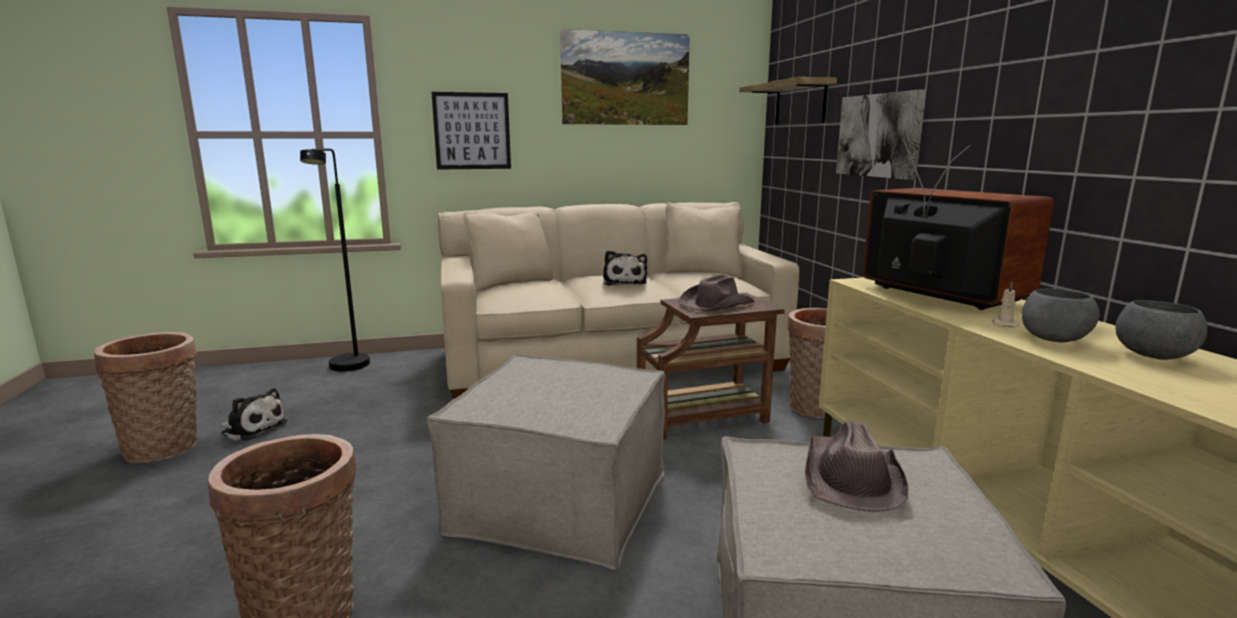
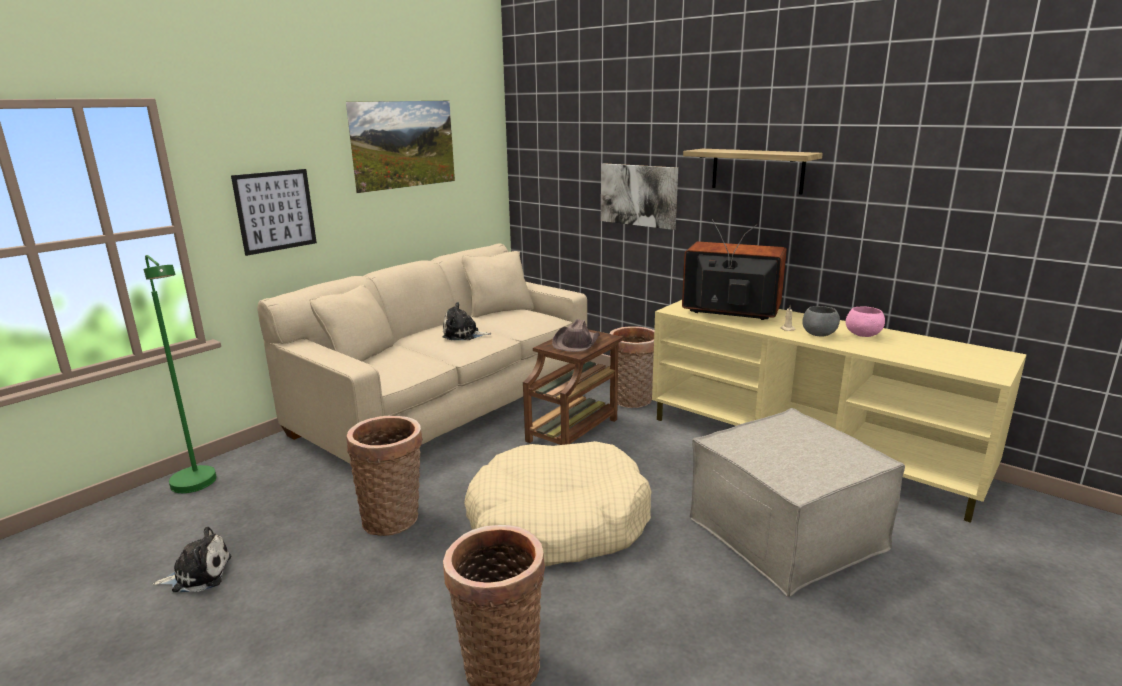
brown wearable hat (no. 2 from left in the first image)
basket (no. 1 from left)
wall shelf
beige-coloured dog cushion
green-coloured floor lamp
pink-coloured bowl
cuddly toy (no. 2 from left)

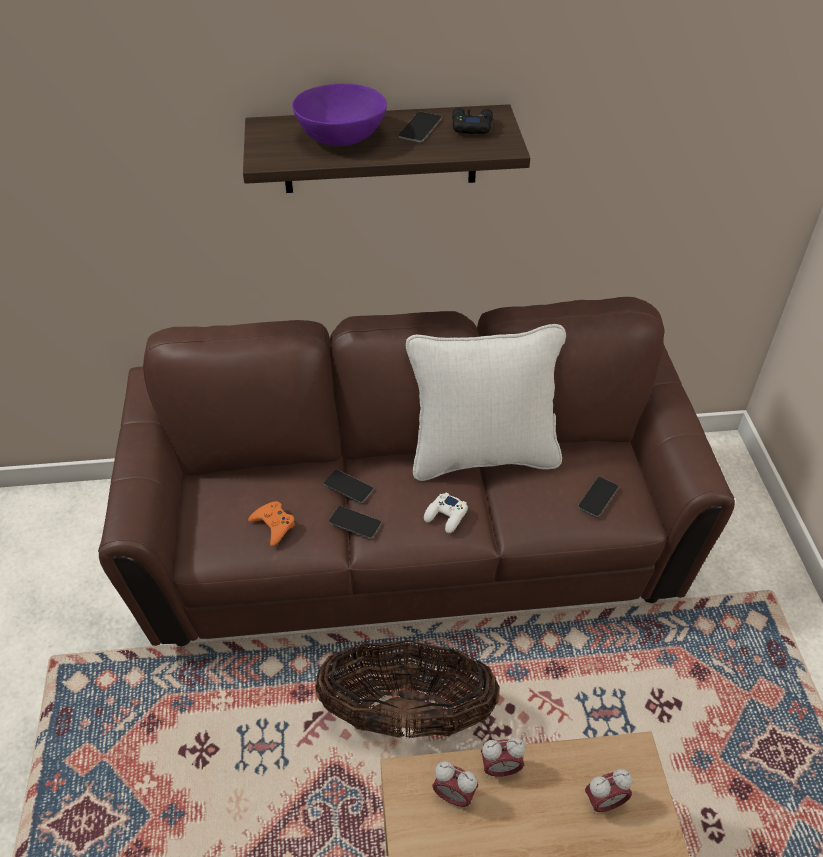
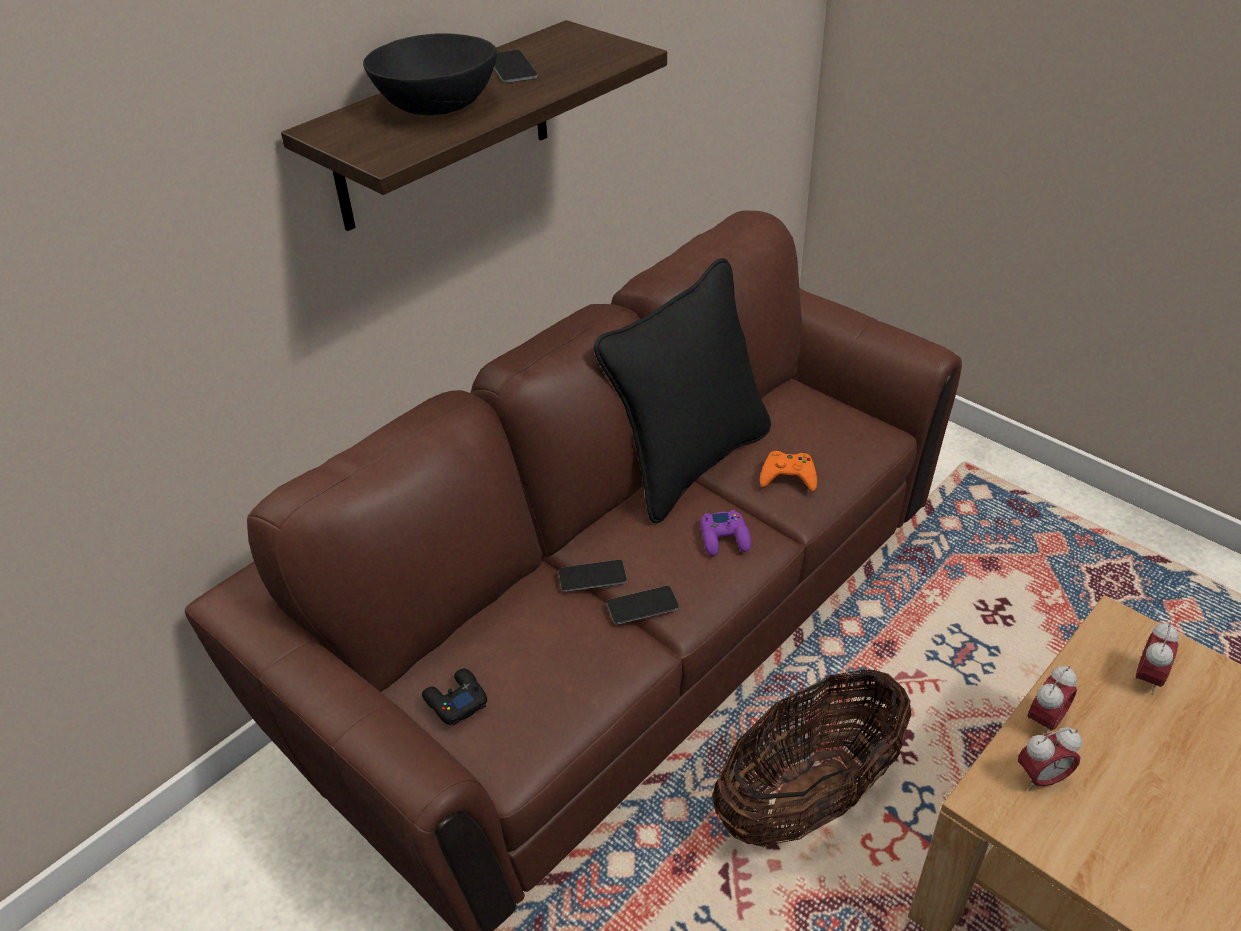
phone (no. 4 from left in the first image)
orangey gamepad
blackish gamepad
blackish bowl
blackish cushion
purple-coloured gamepad

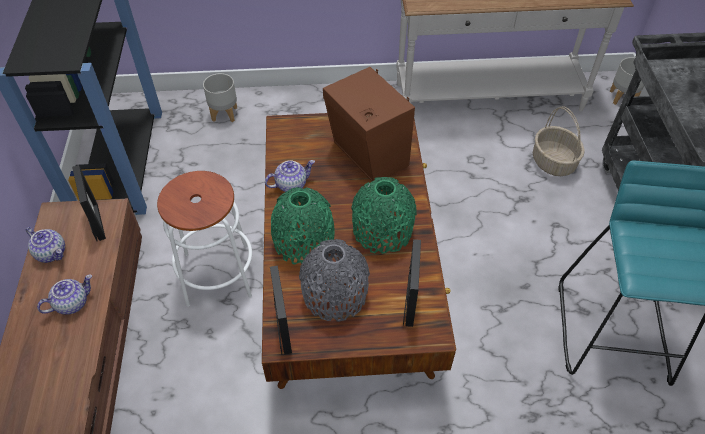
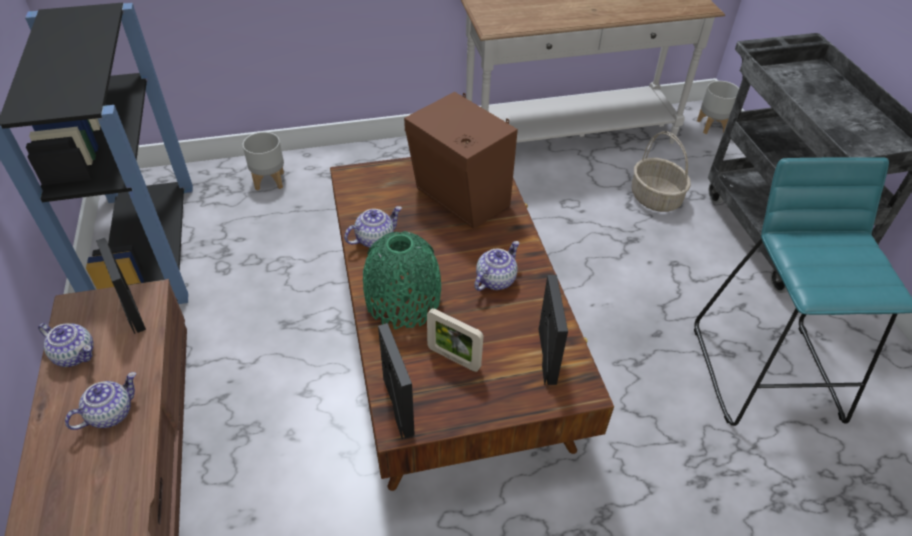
white stool
standing frame (no. 3 from left)
teapot (no. 4 from left)

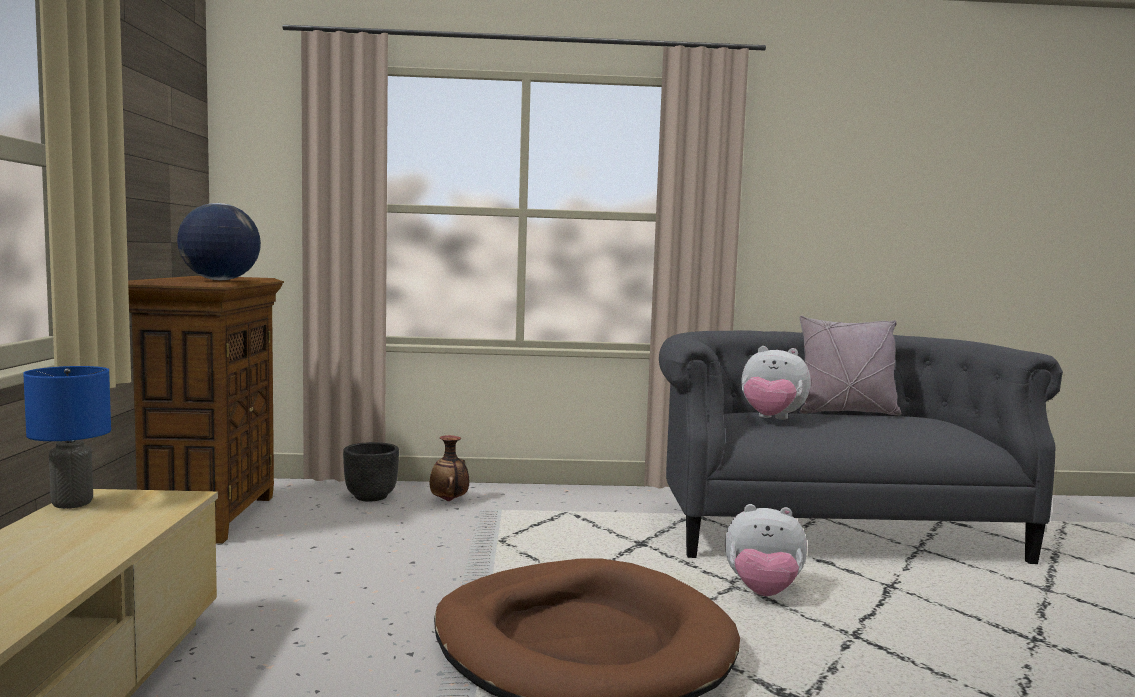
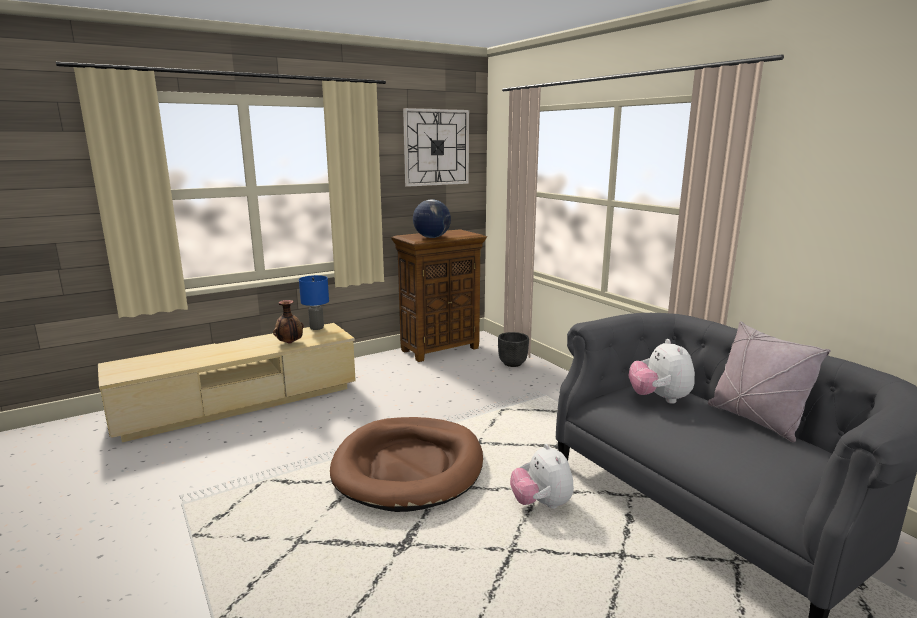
hanging clock
decorative vase

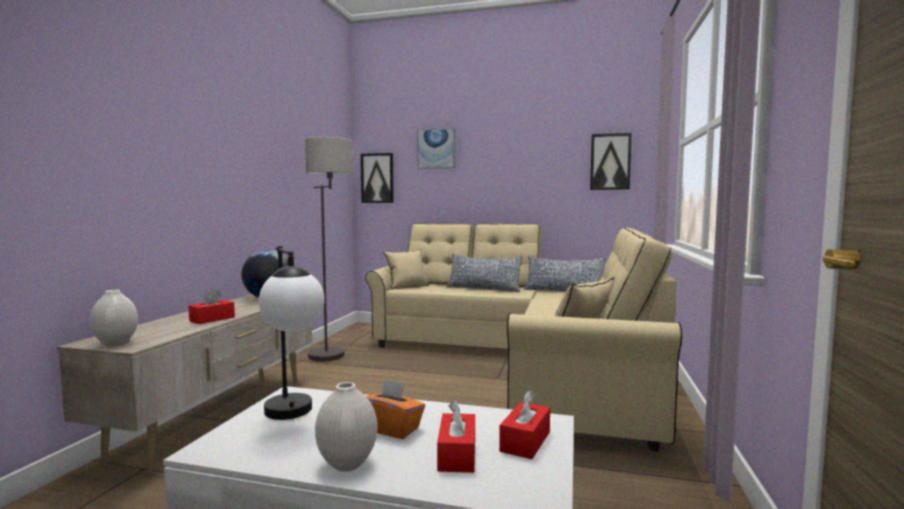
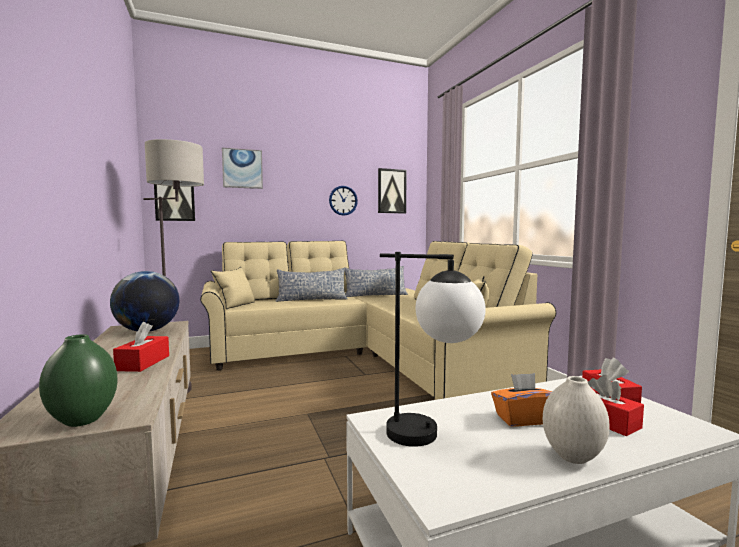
hanging clock
green-coloured decorative vase

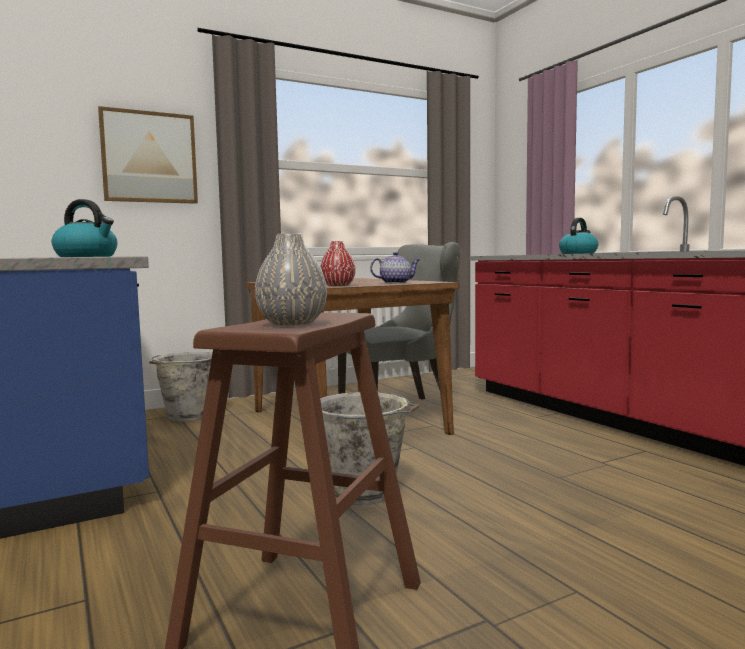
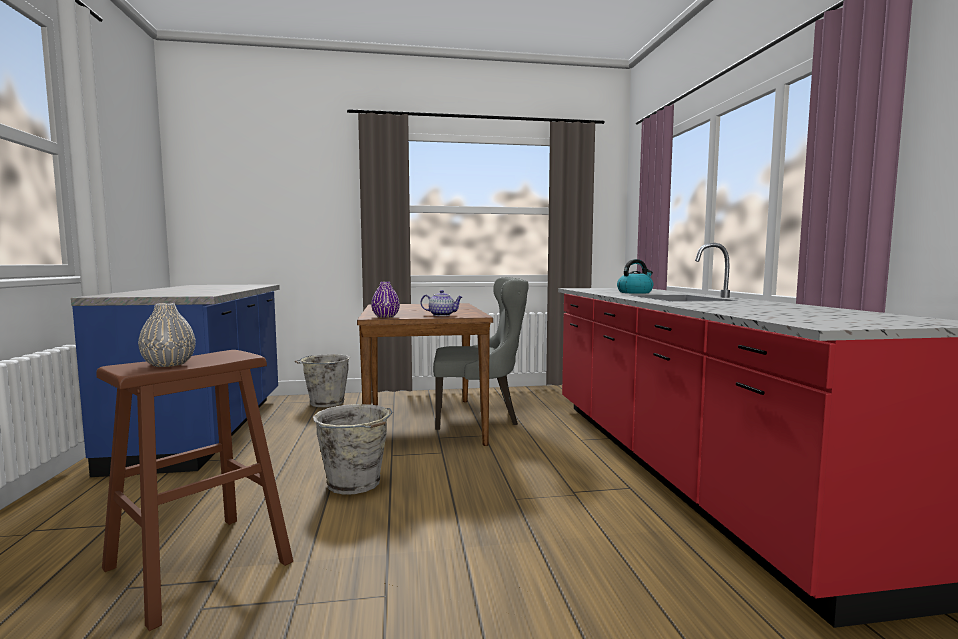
tea kettle (no. 1 from left in the first image)
wall art
purple-coloured decorative vase

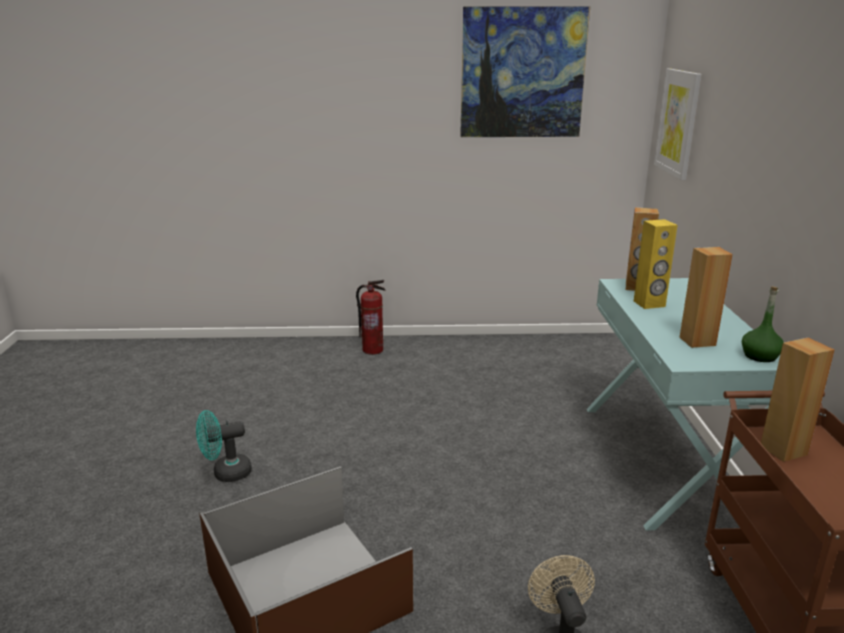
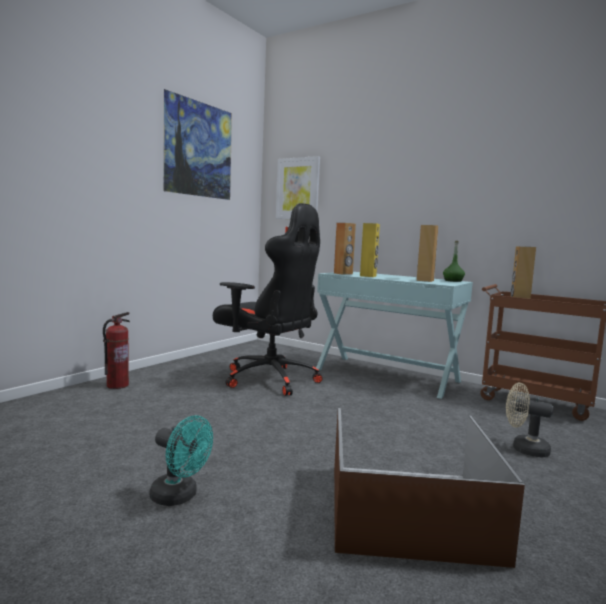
blackish office chair
turquoise-coloured fan

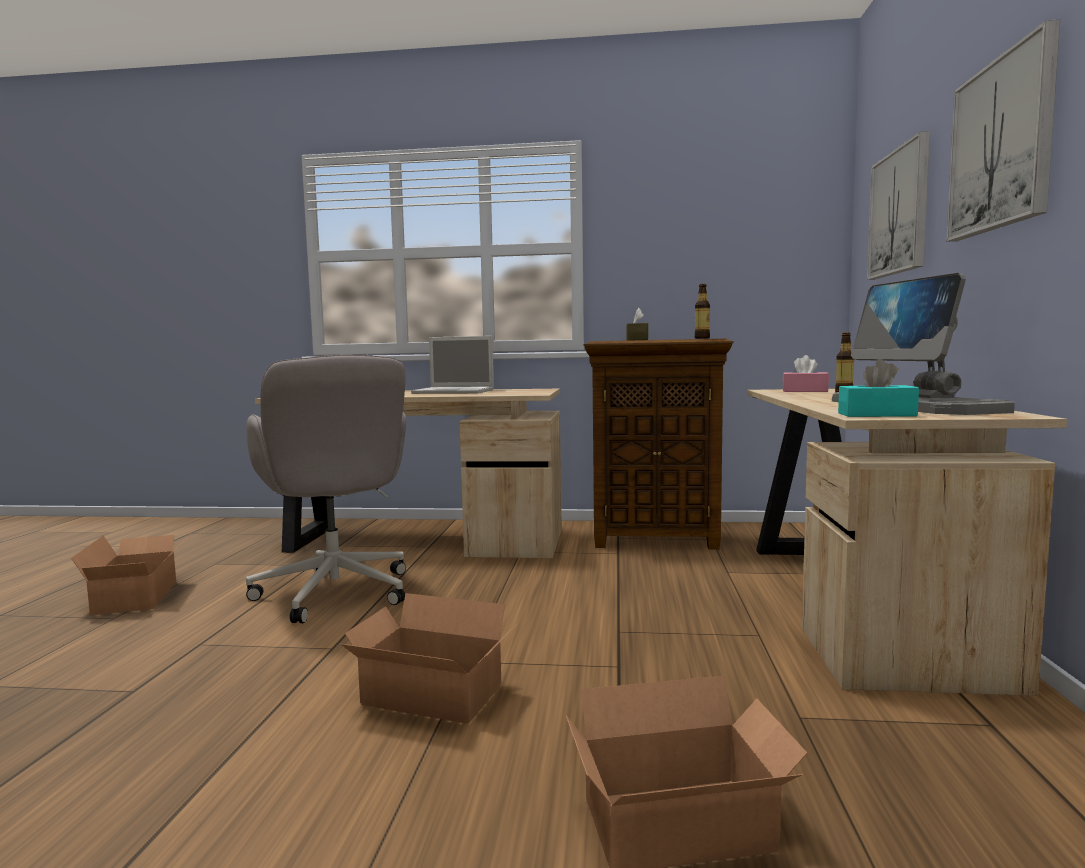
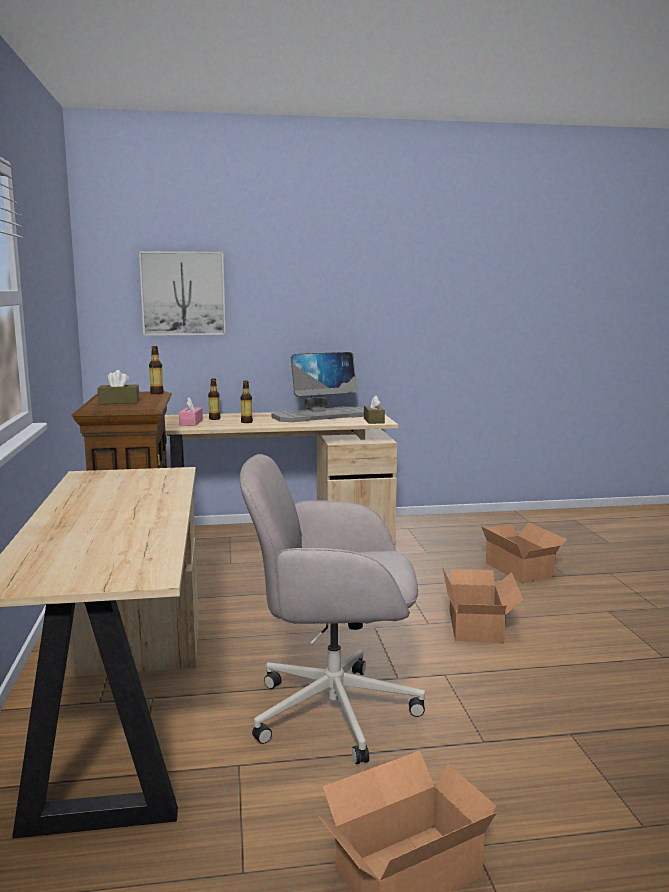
notebook computer
wall art (no. 2 from left in the first image)
drink bottle (no. 3 from left)
brown box of tissues (no. 2 from left)
grey office chair

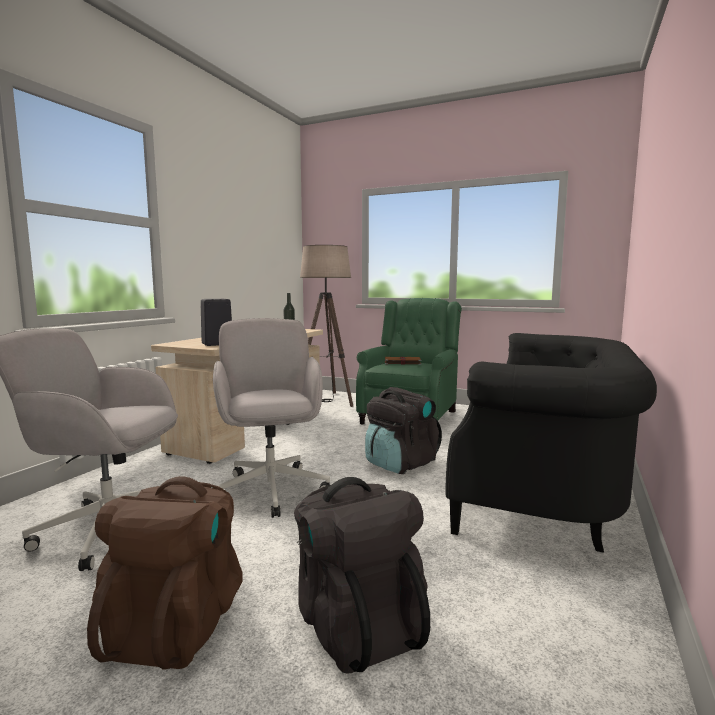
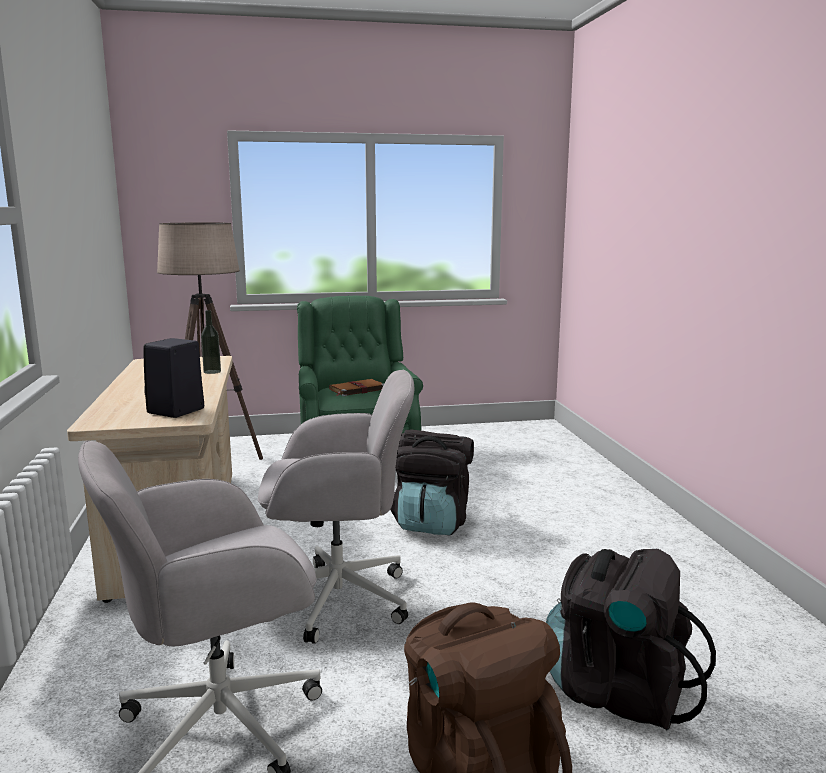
blackish couch
grey office chair (no. 2 from left)

